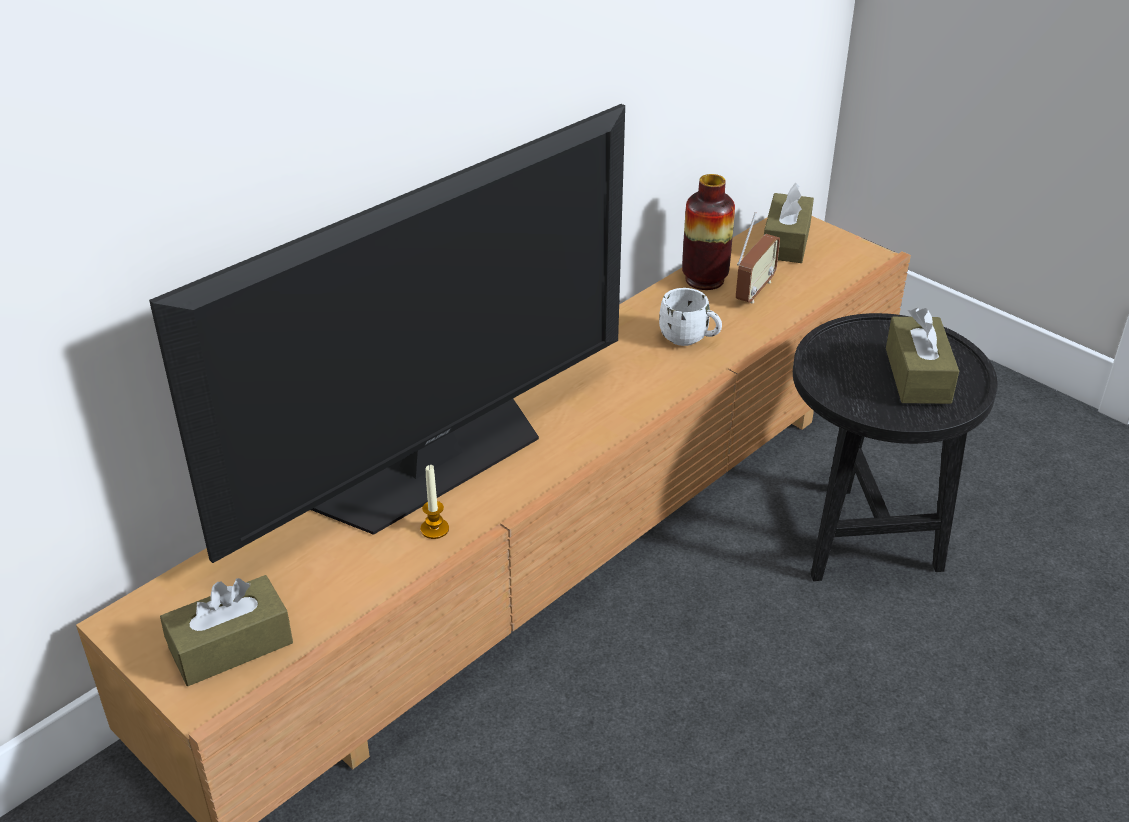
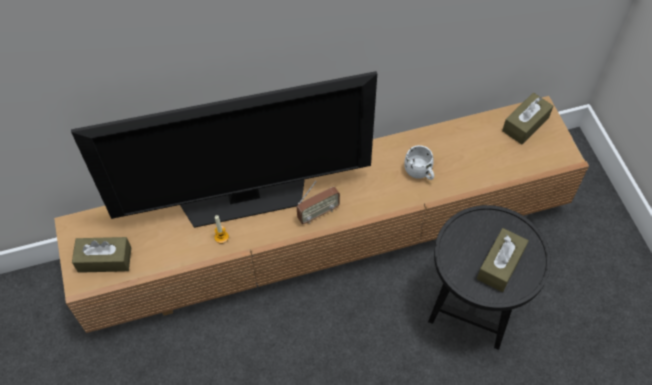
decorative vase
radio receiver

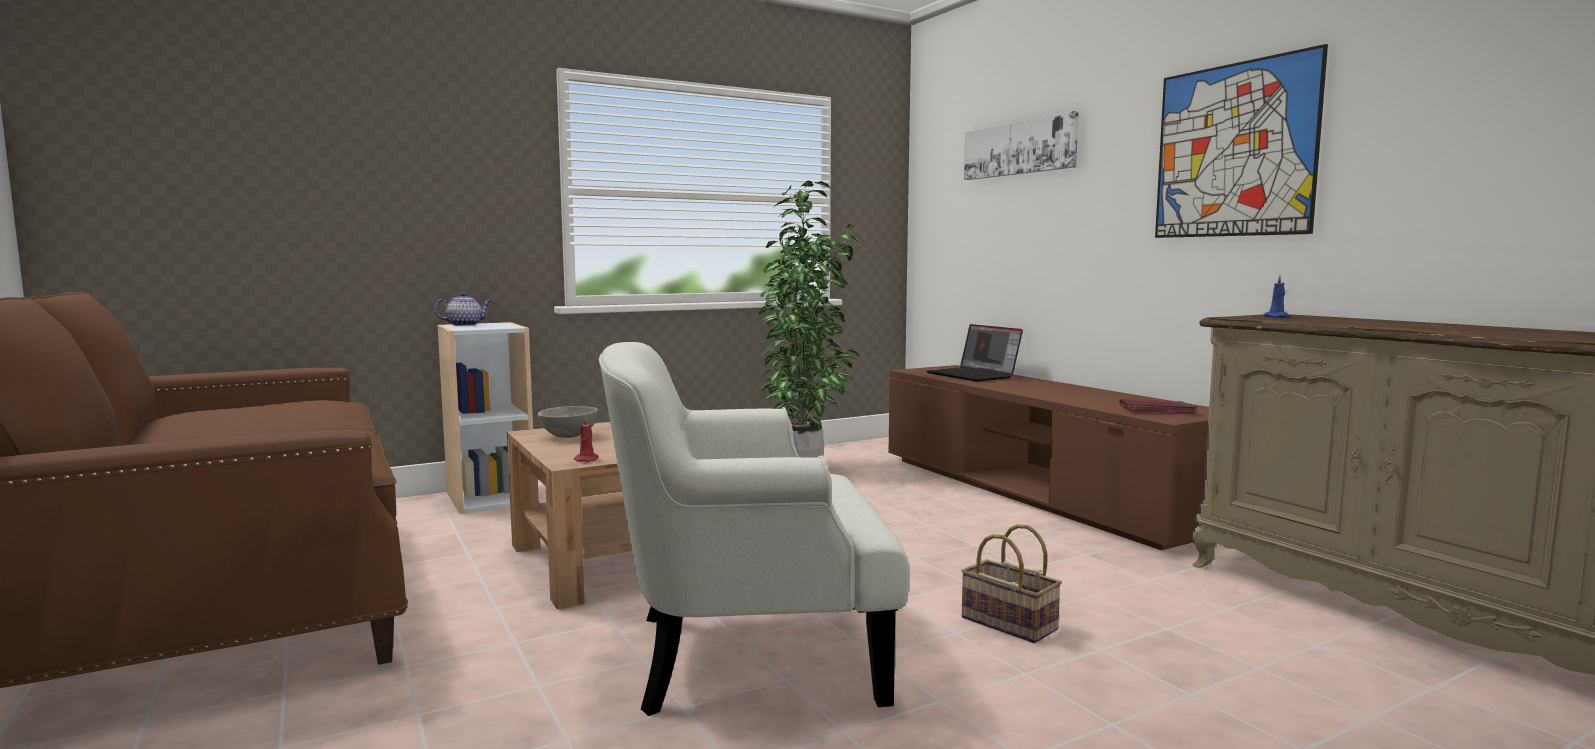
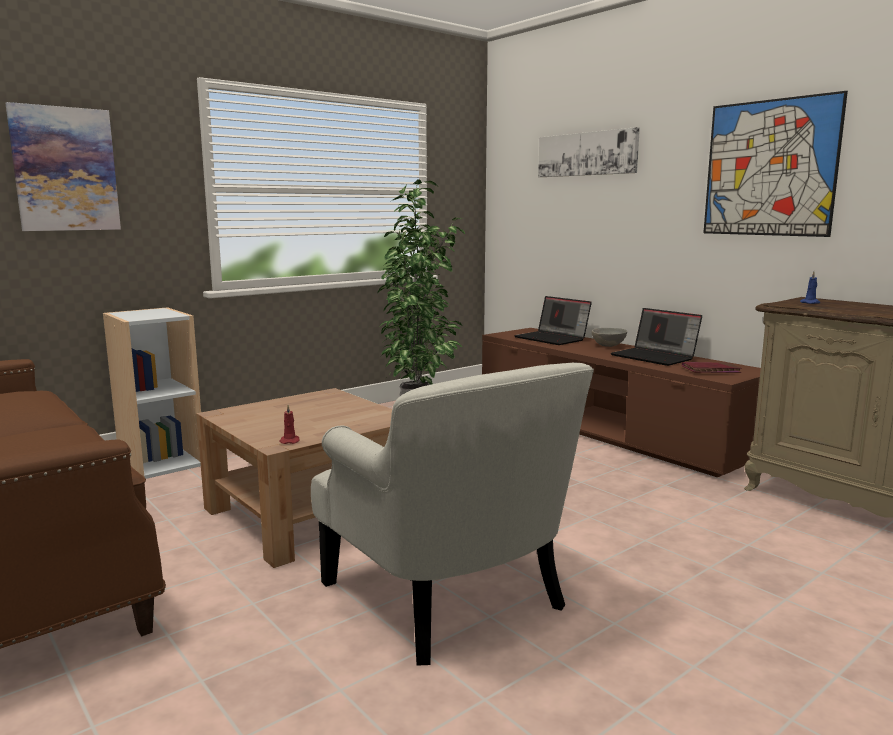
teapot
basket
wall art (no. 1 from left)
notebook computer (no. 2 from left)
grey bowl
white lounge chair

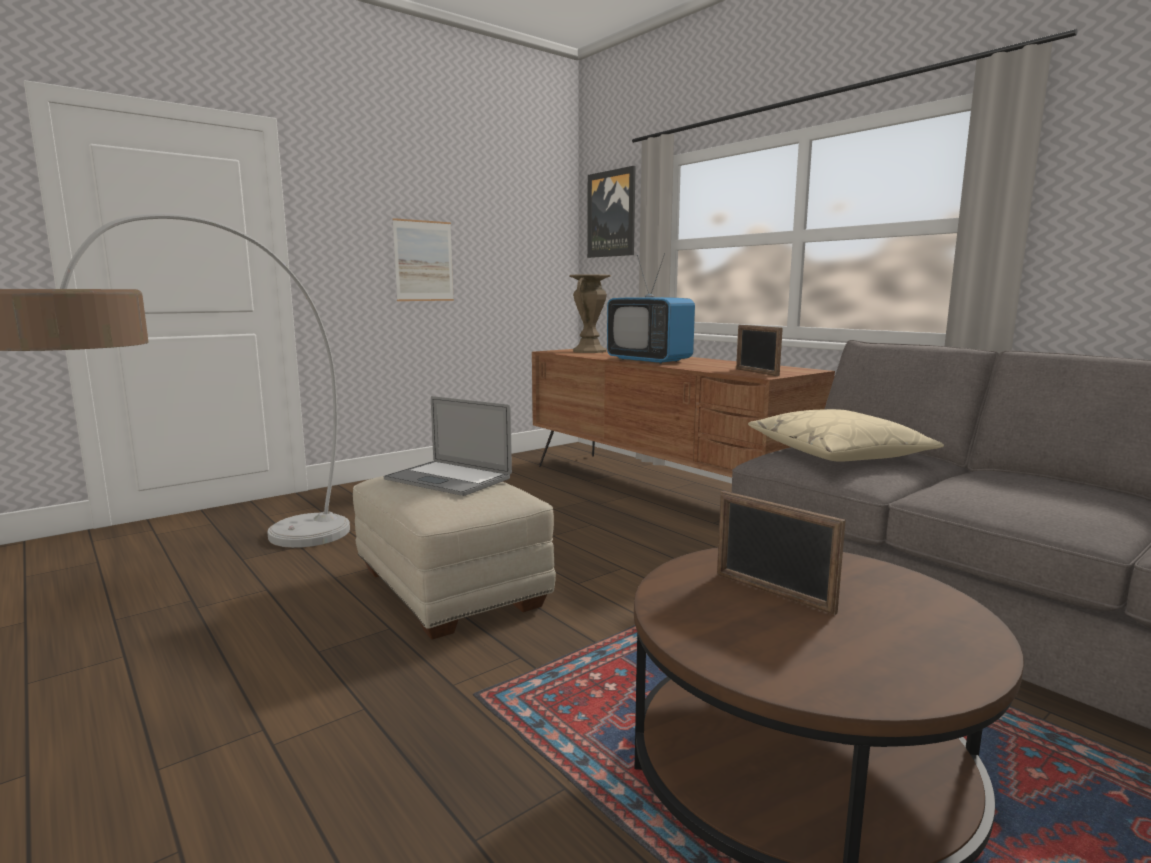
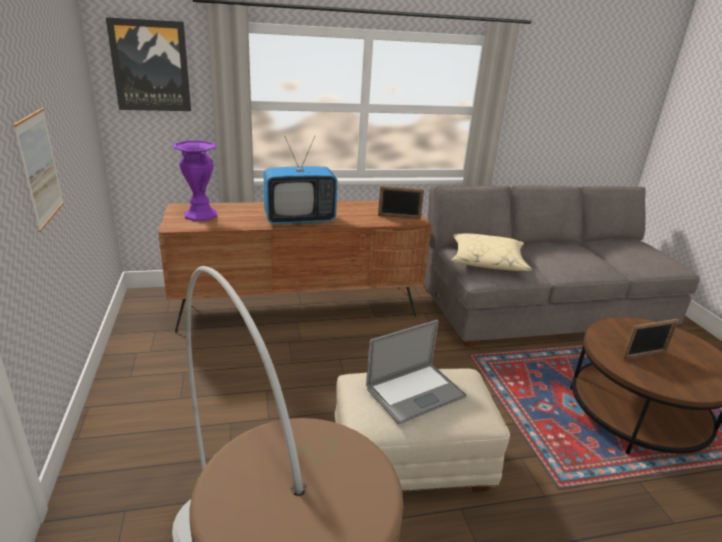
purple-coloured decorative vase

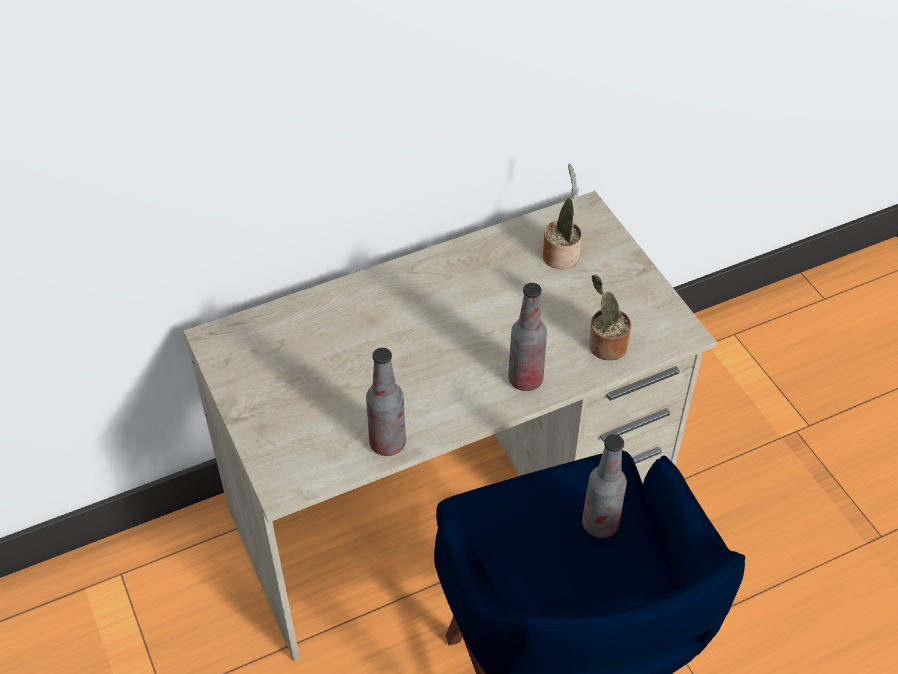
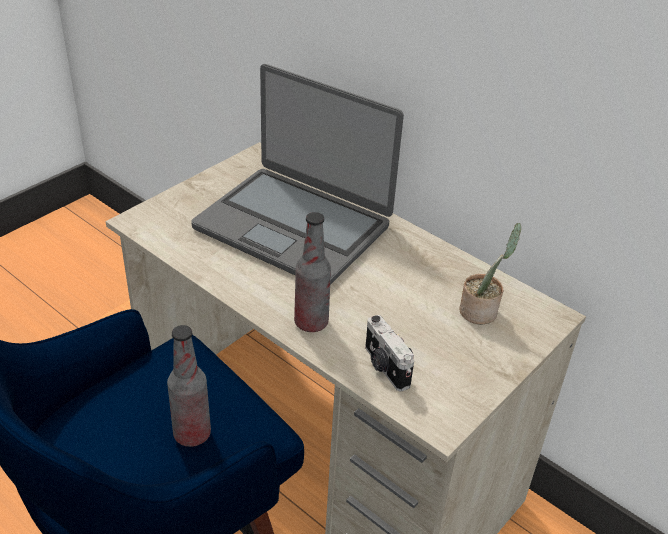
drink bottle (no. 1 from left in the first image)
notebook computer
photo camera

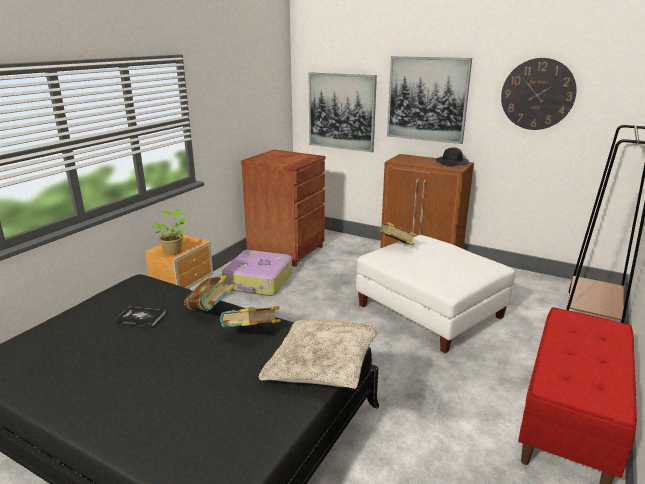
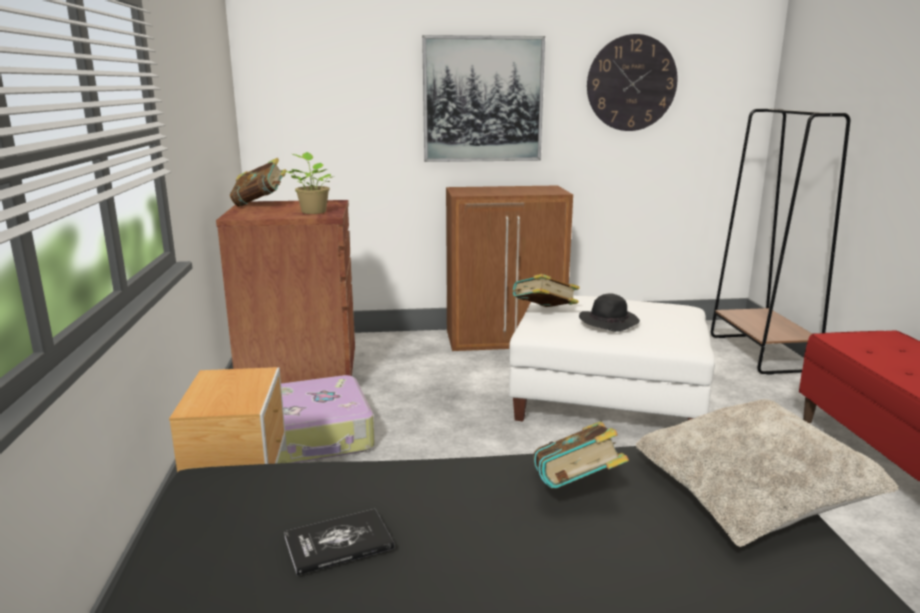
wall art (no. 1 from left in the first image)
houseplant
book (no. 1 from left)
blackish wearable hat

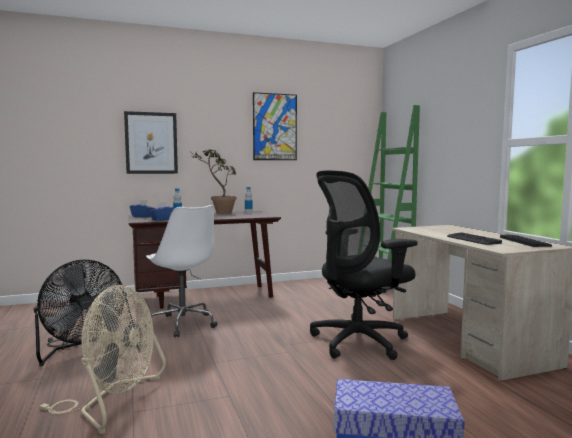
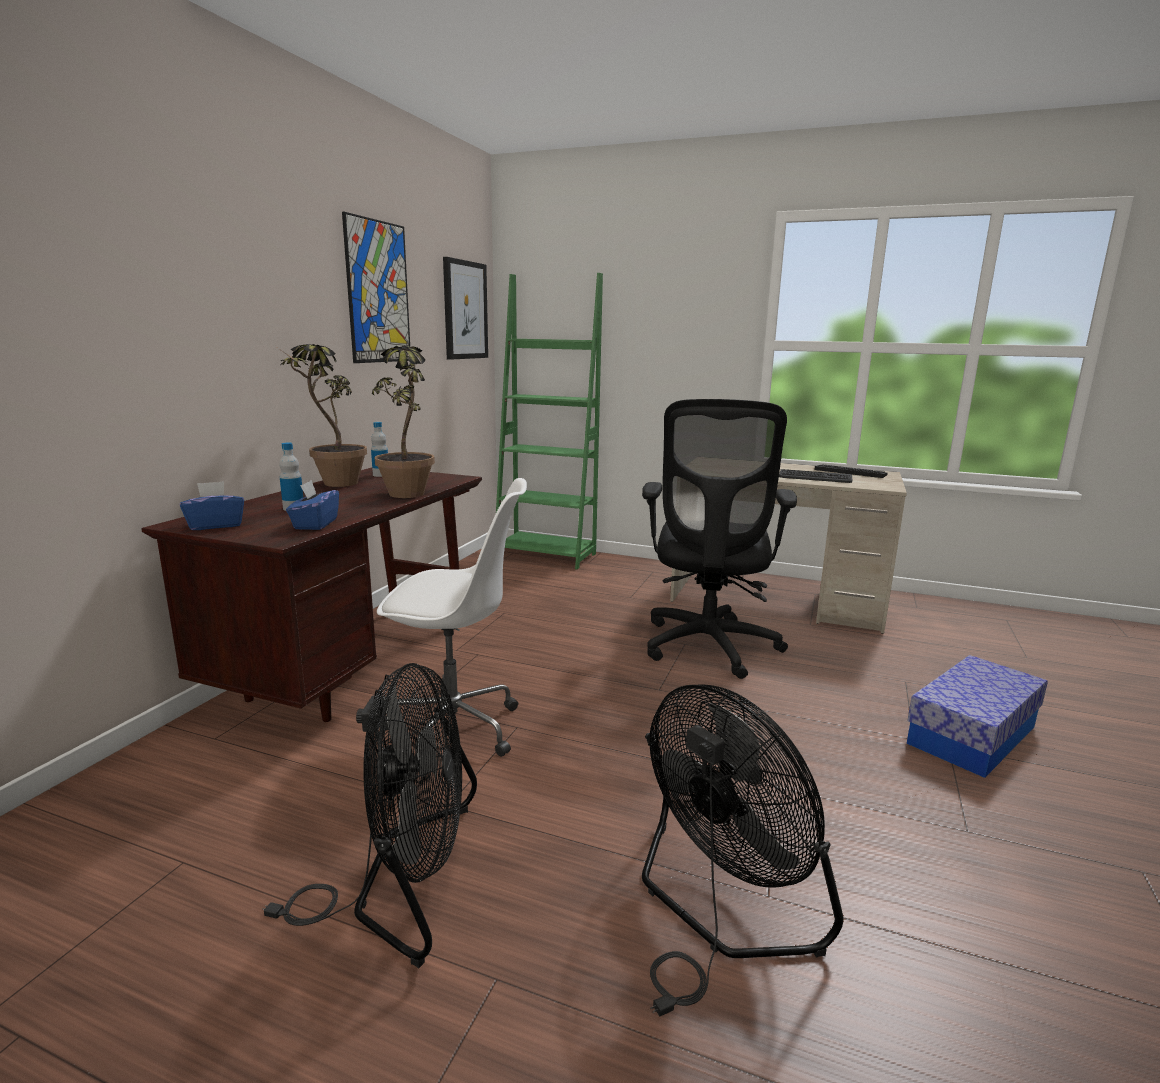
houseplant (no. 2 from left)
wall art (no. 2 from left)
blackish fan (no. 2 from left)

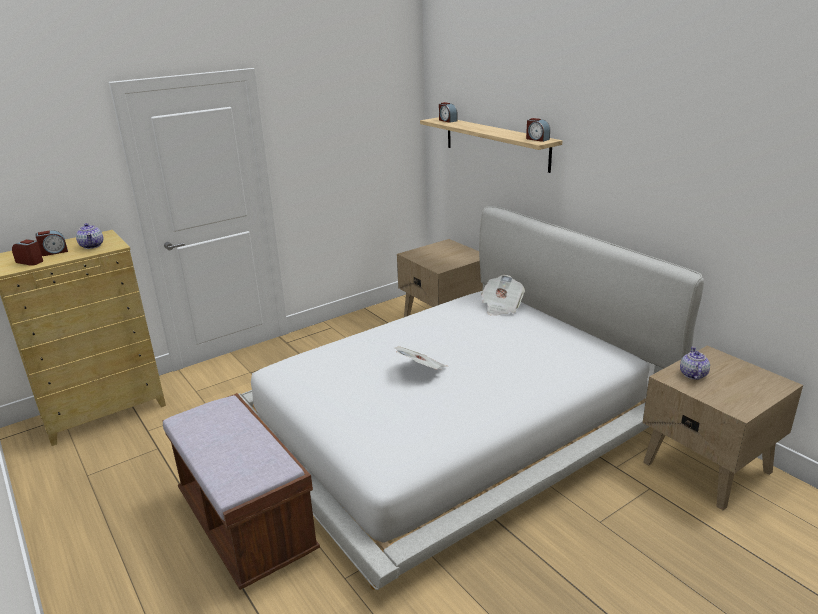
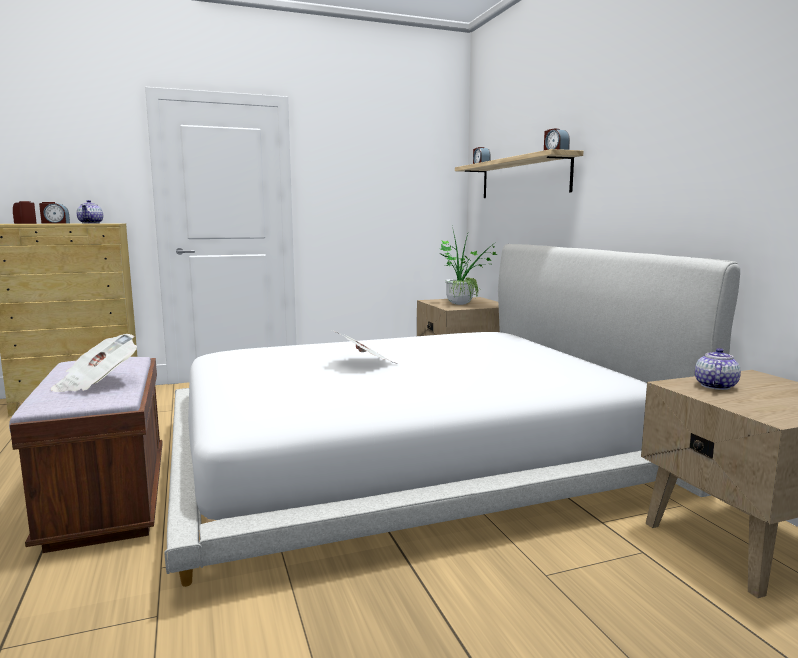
houseplant
daily paper (no. 1 from left)

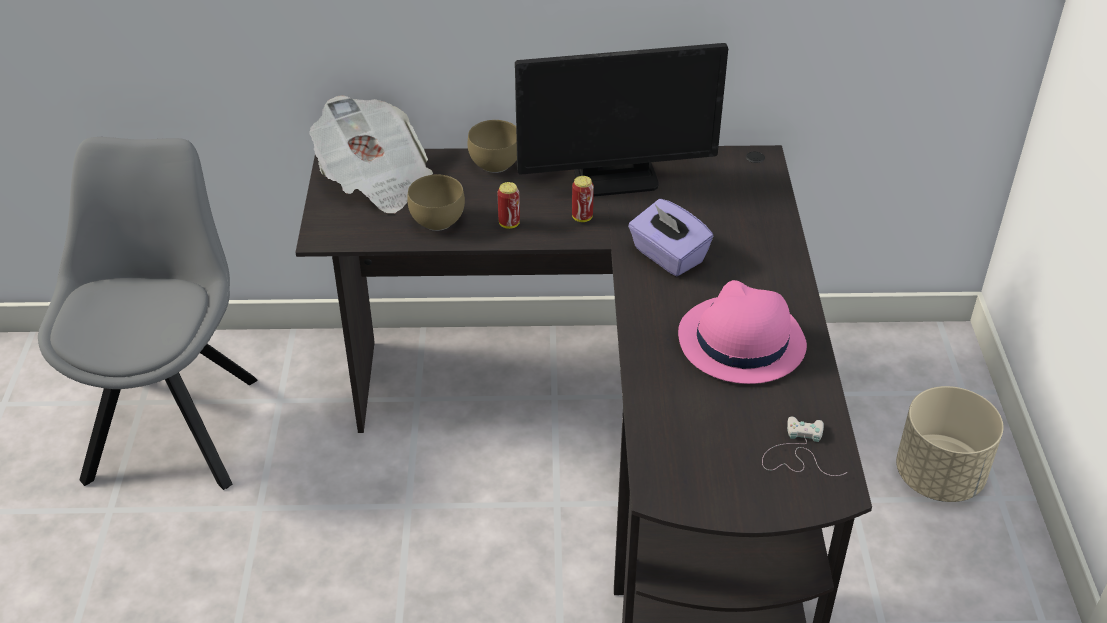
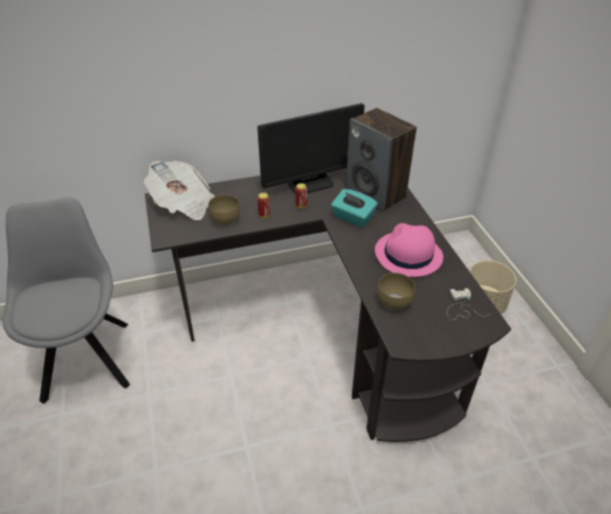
audio speaker
brown bowl (no. 2 from left)
turquoise-coloured box of tissues

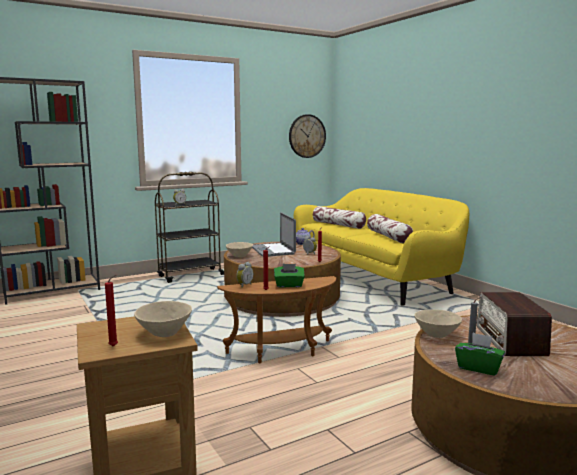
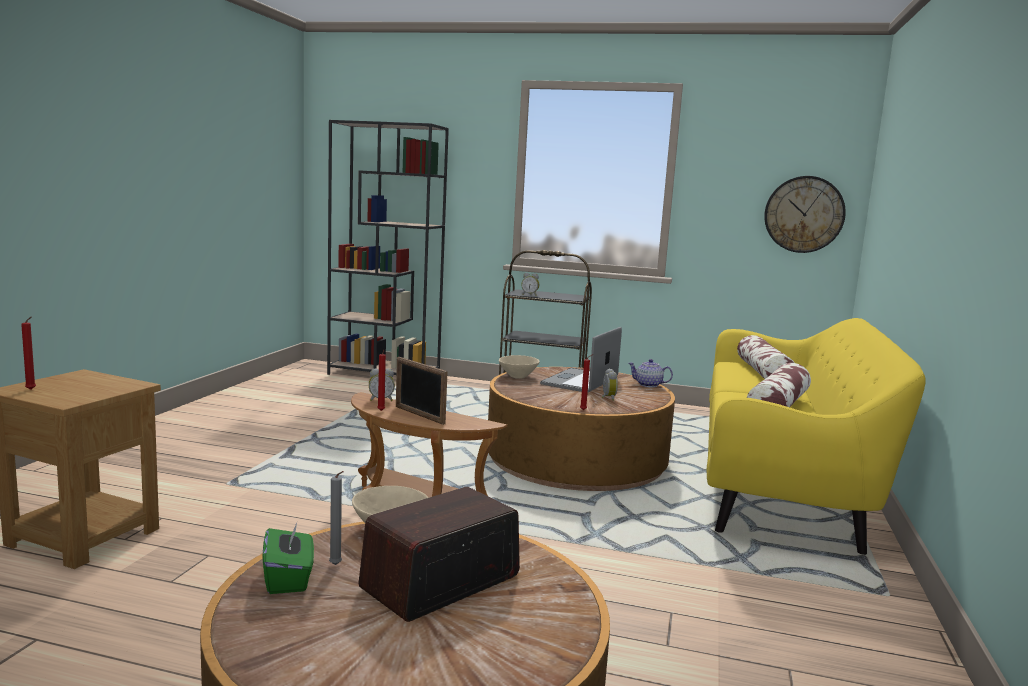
beige-coloured bowl (no. 1 from left in the first image)
standing frame

